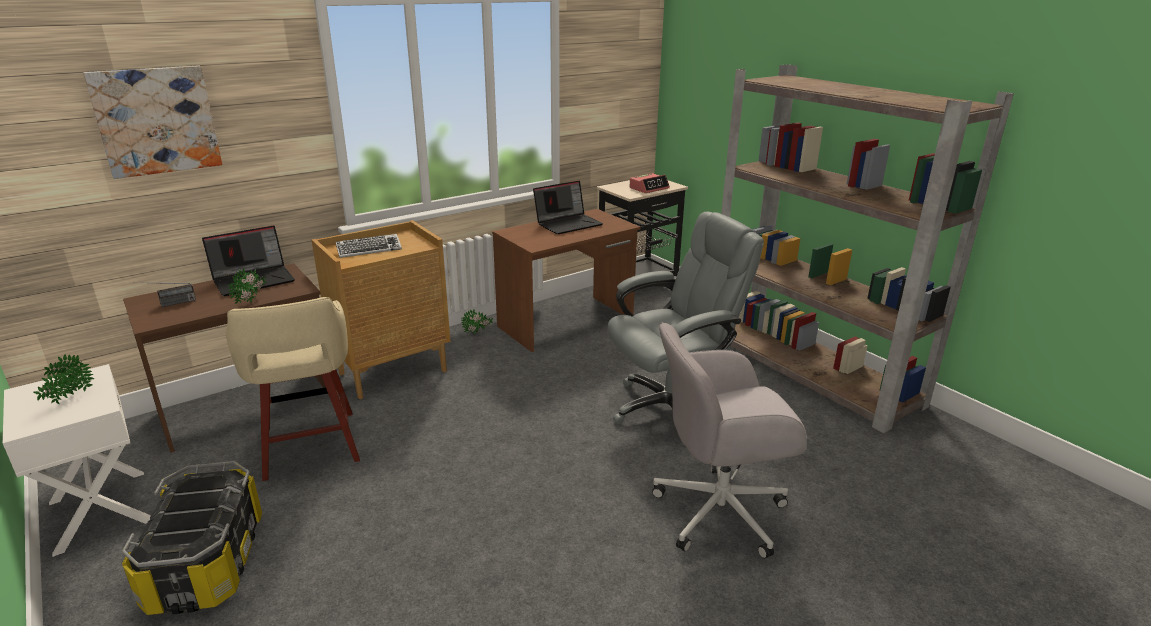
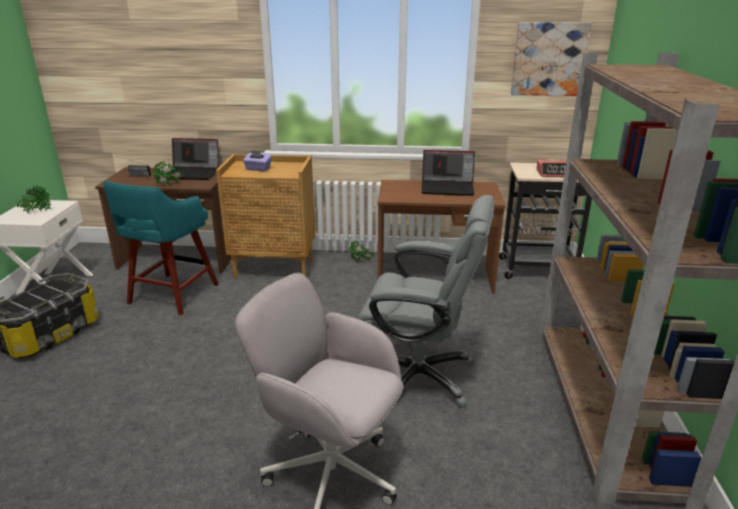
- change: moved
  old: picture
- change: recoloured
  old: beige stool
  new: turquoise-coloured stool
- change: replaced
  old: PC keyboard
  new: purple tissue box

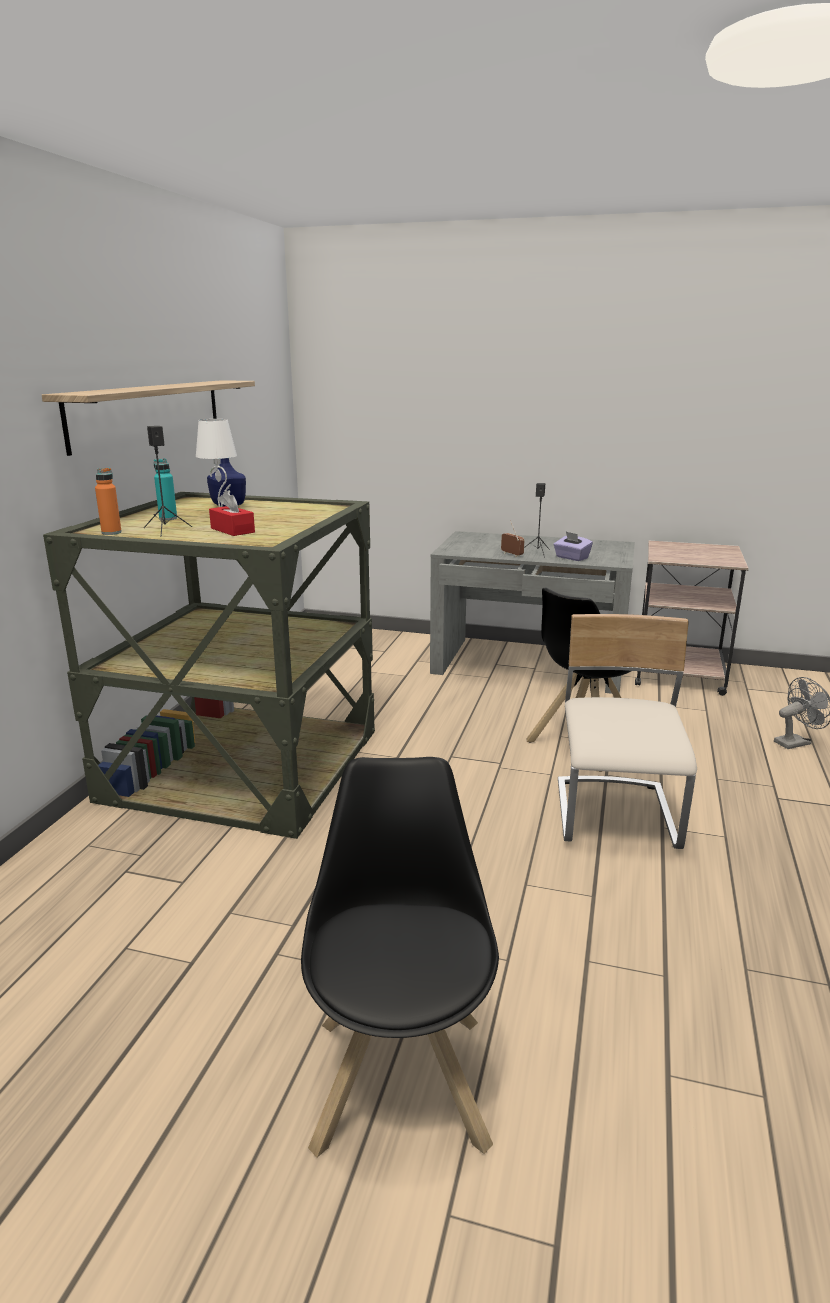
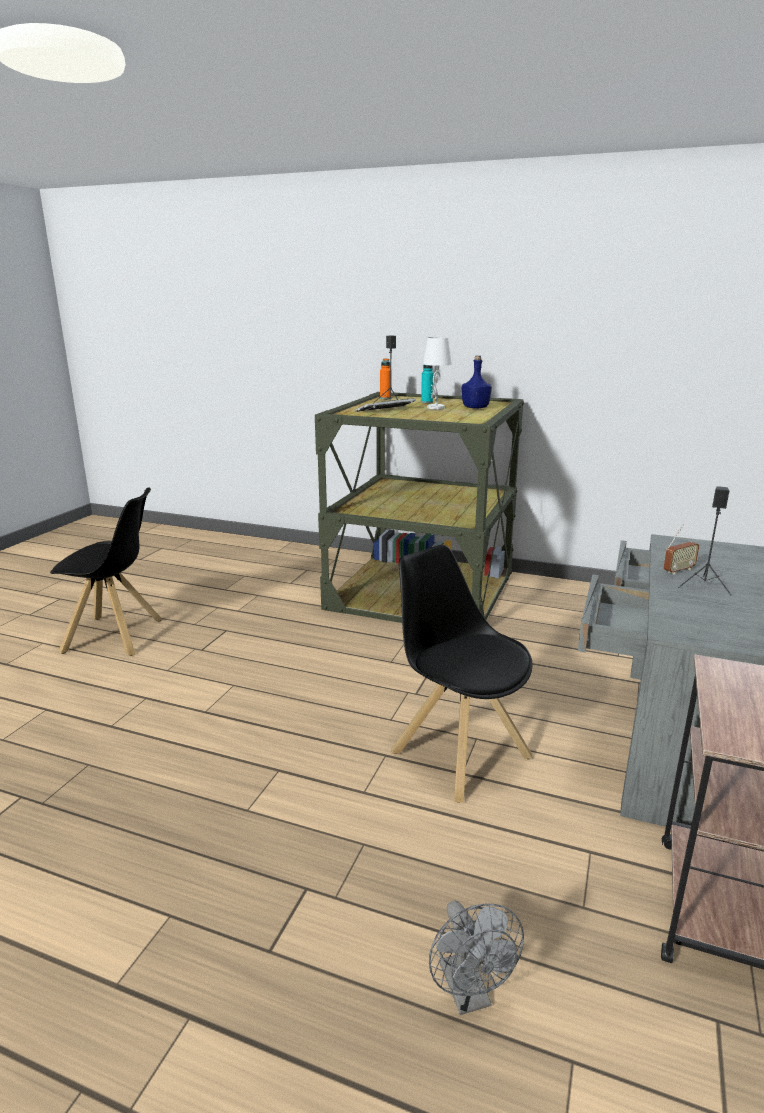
- change: removed
  old: wall shelf
- change: replaced
  old: red tissue box
  new: PC keyboard
- change: removed
  old: purple tissue box
- change: removed
  old: beige plain chair

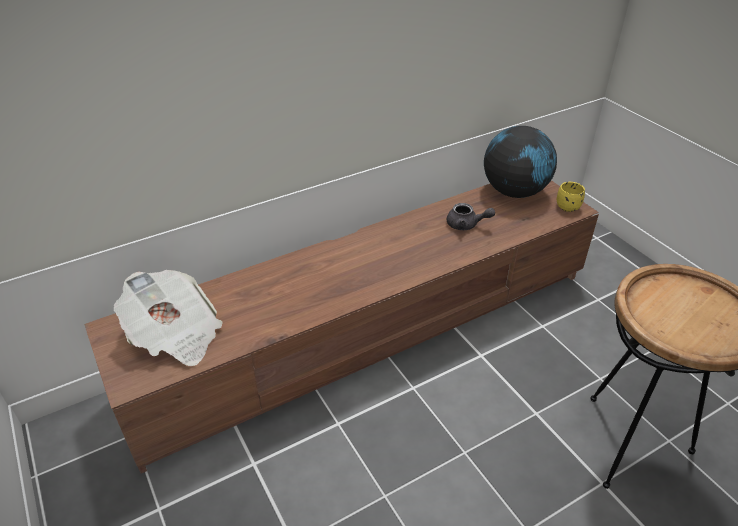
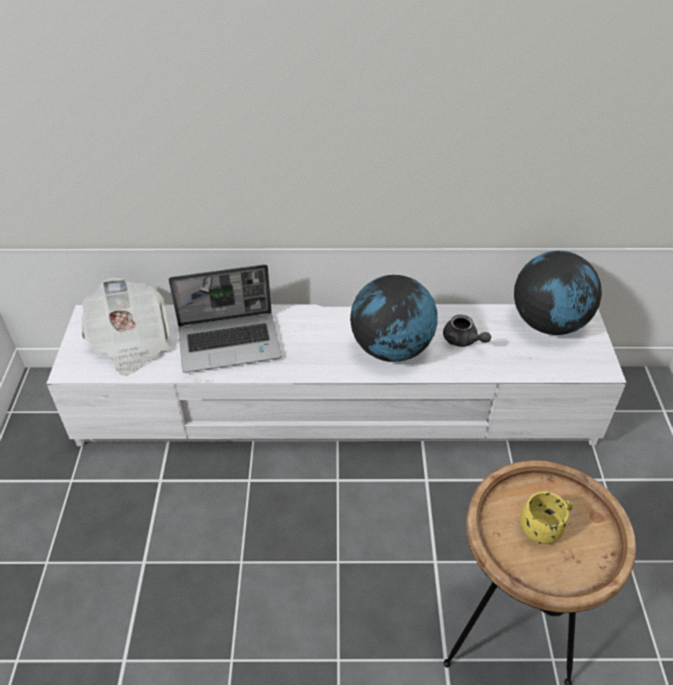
- change: recoloured
  old: brown-coloured tv stand
  new: white-coloured tv stand
- change: moved
  old: yellowish coffee mug
- change: added
  new: portable computer
- change: added
  new: world globe (1st from left)

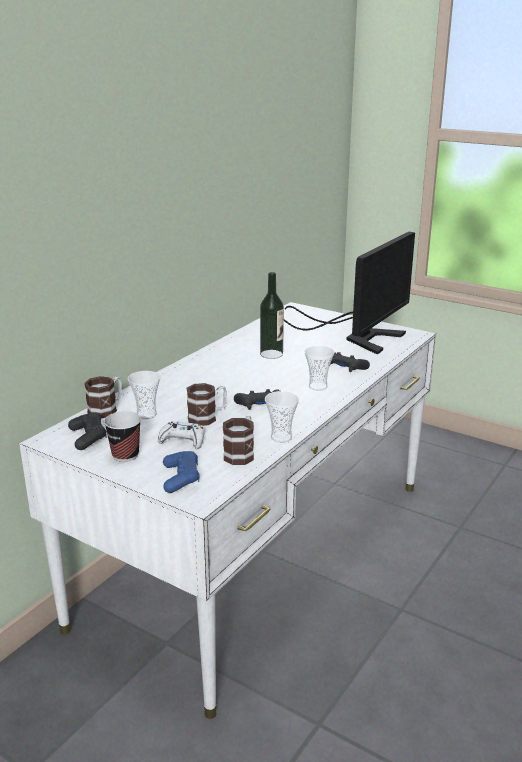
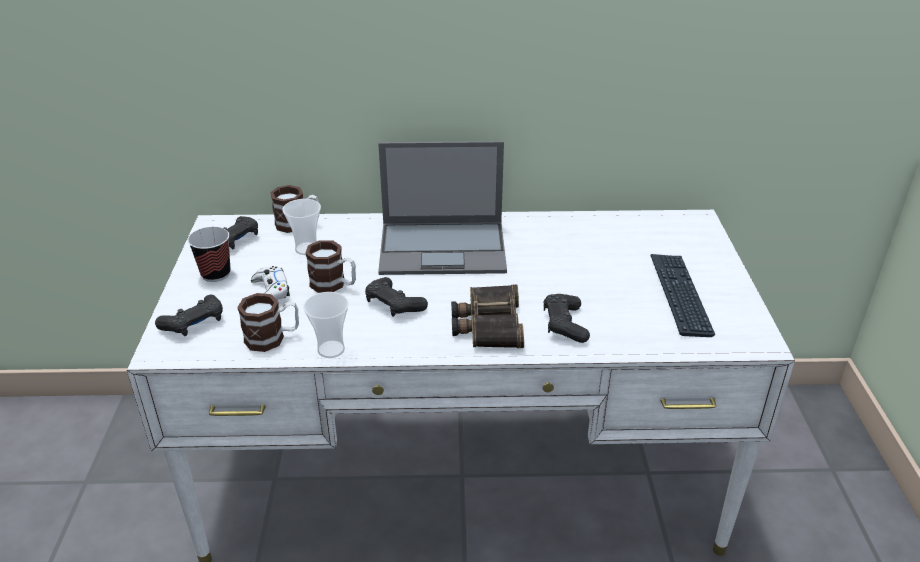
- change: recoloured
  old: bluish gamepad
  new: black-coloured gamepad (1st from left)
- change: removed
  old: bottle
- change: replaced
  old: monitor
  new: PC keyboard
- change: replaced
  old: small cup (4th from left)
  new: pair of binoculars
- change: added
  new: portable computer

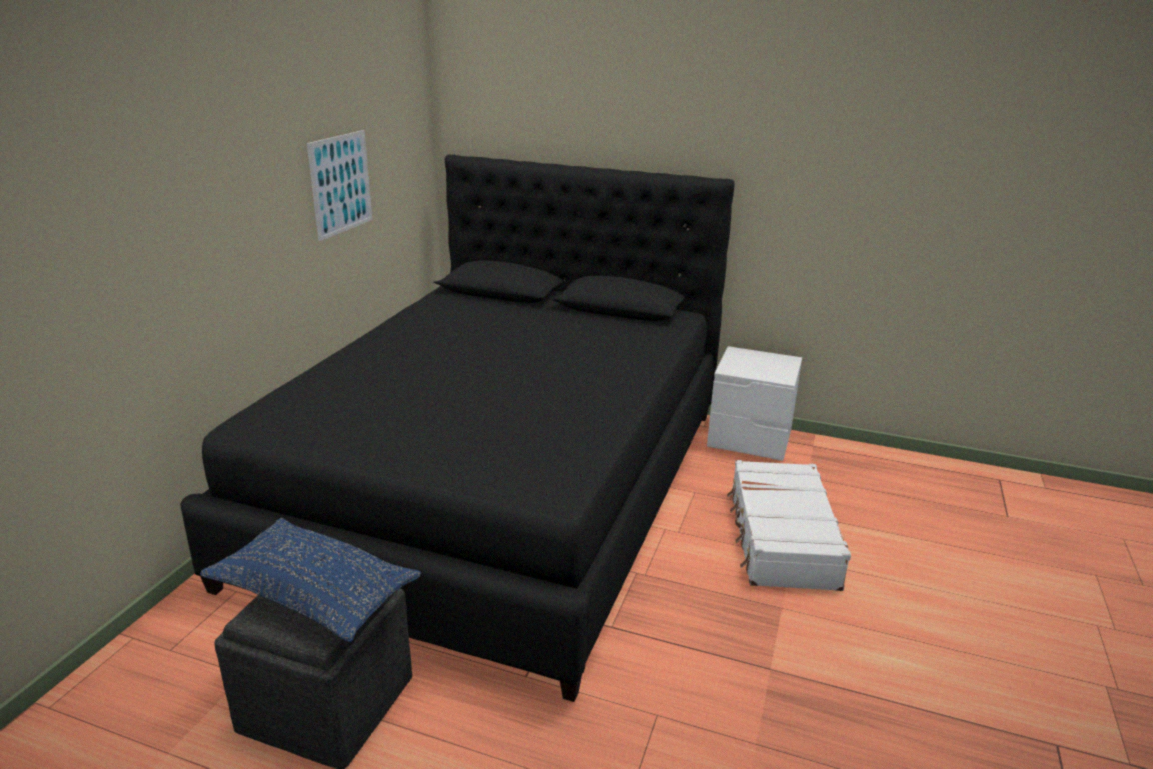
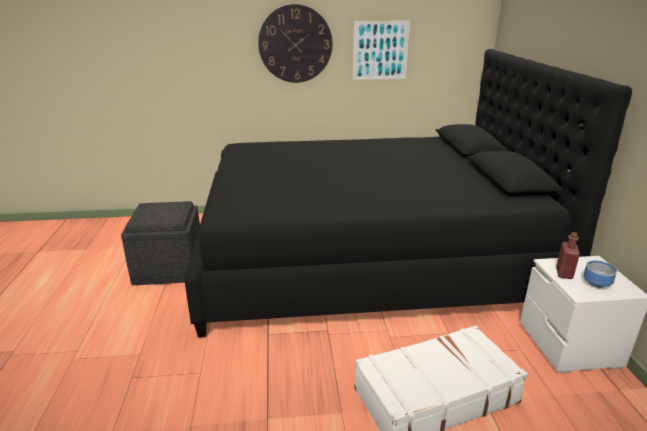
- change: removed
  old: bluish pillow
- change: added
  new: clock on the wall
- change: added
  new: red bottle
- change: added
  new: deep dish

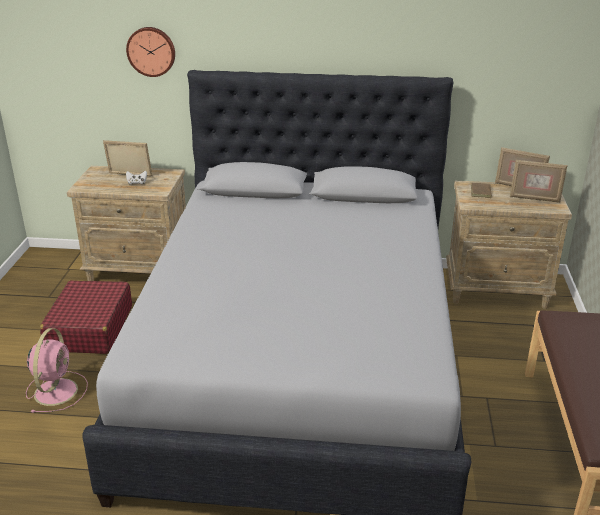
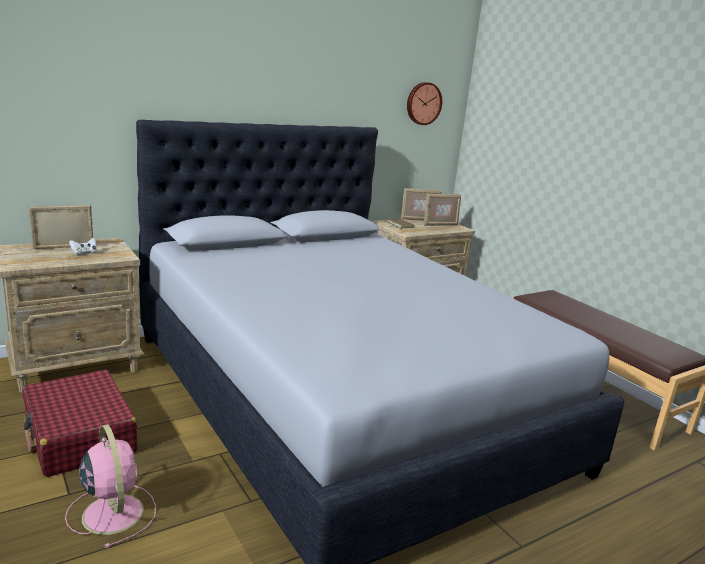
- change: moved
  old: clock on the wall

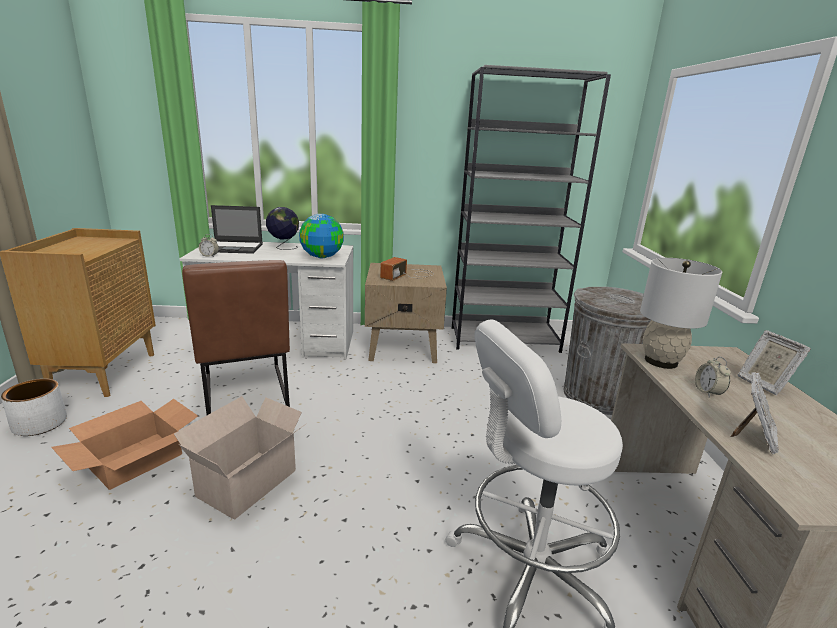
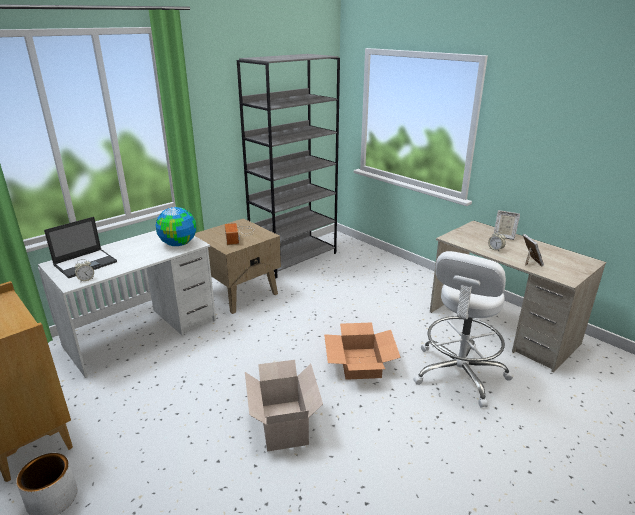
- change: moved
  old: carton (1st from left in the first image)
  new: carton (2nd from left)
- change: removed
  old: brown-coloured plain chair
- change: removed
  old: world globe (1st from left)
- change: removed
  old: greyish trash can
- change: removed
  old: white-coloured lamp for a table

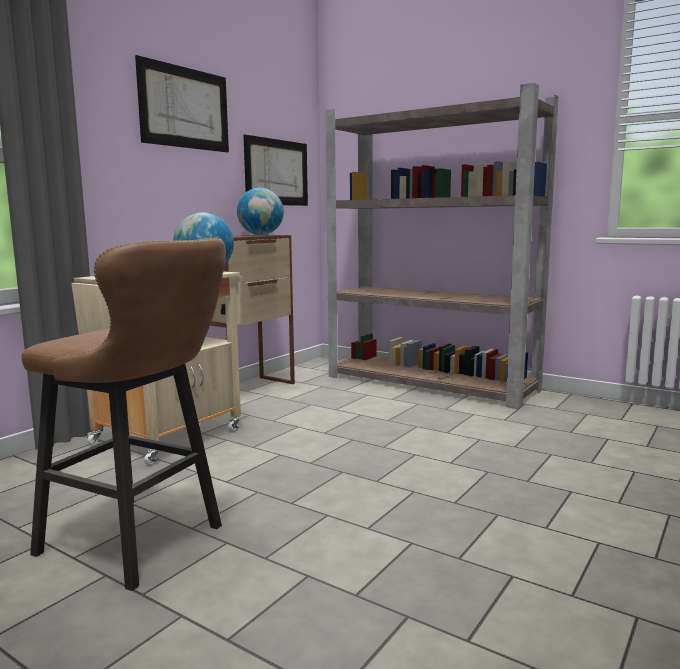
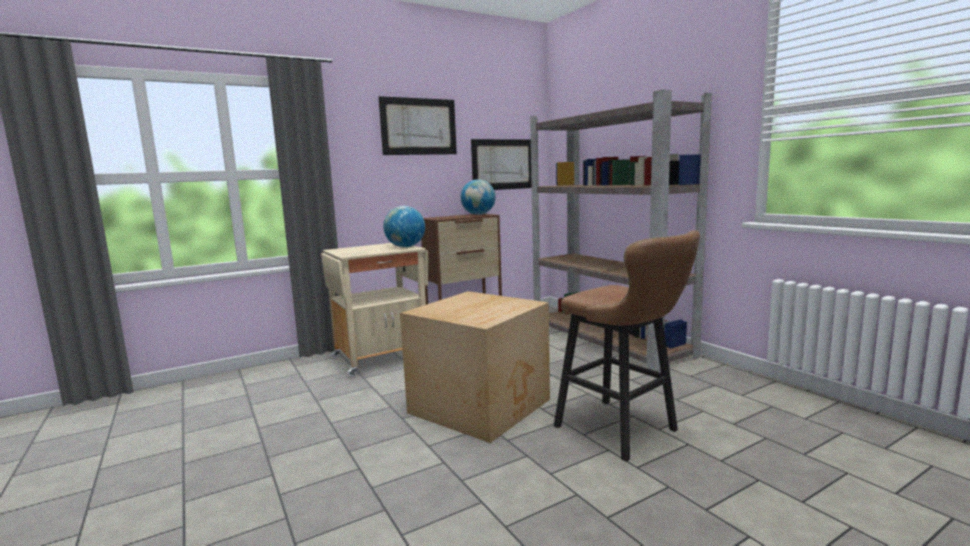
- change: moved
  old: brown-coloured stool
- change: added
  new: carton

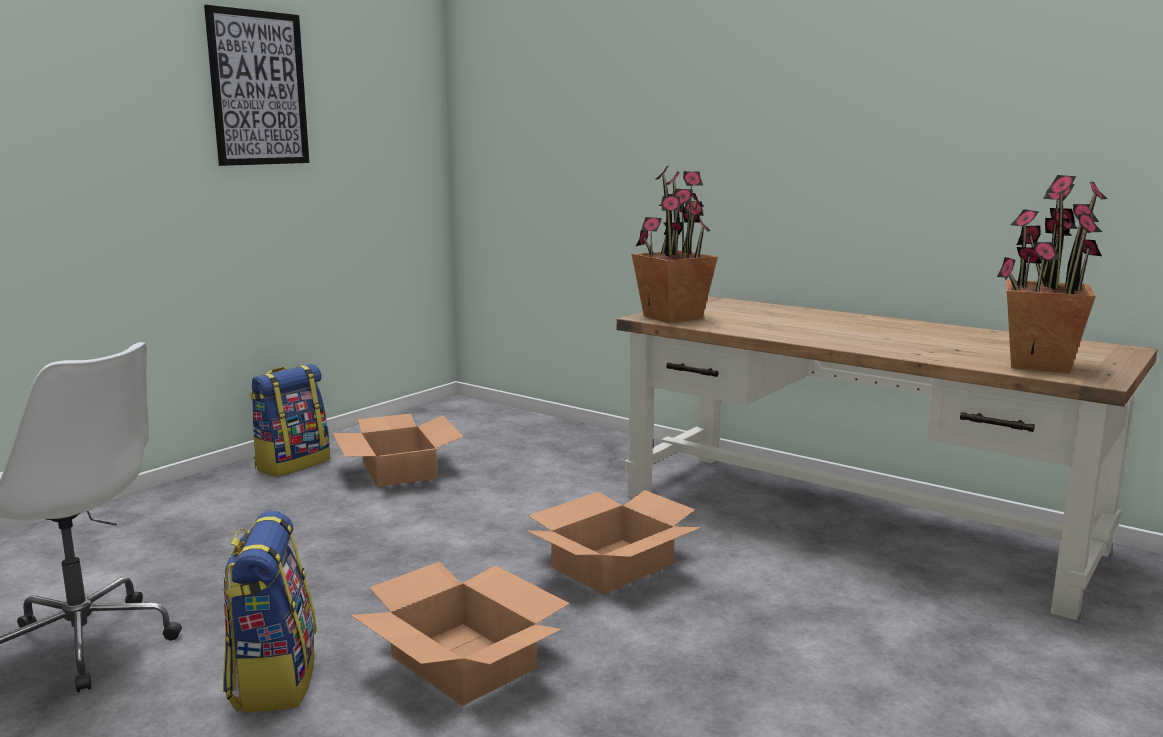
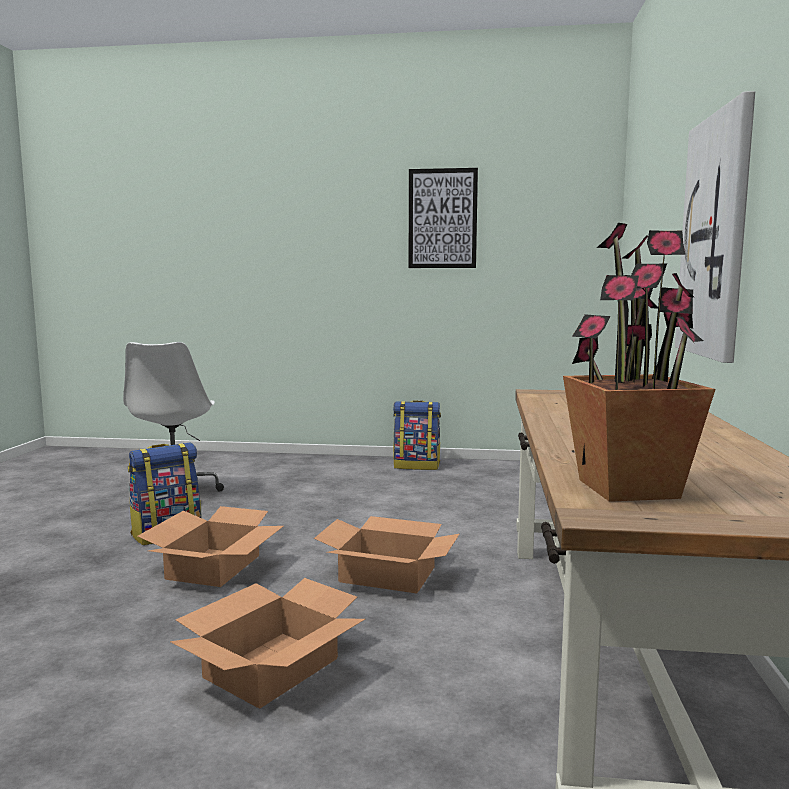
- change: moved
  old: carton (1st from left in the first image)
  new: carton (2nd from left)
- change: removed
  old: houseplant (1st from left)
- change: added
  new: picture (2nd from left)

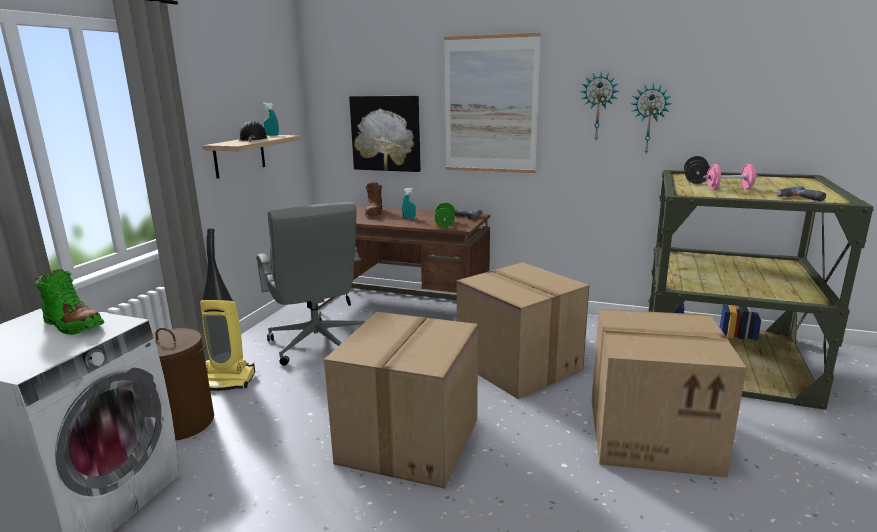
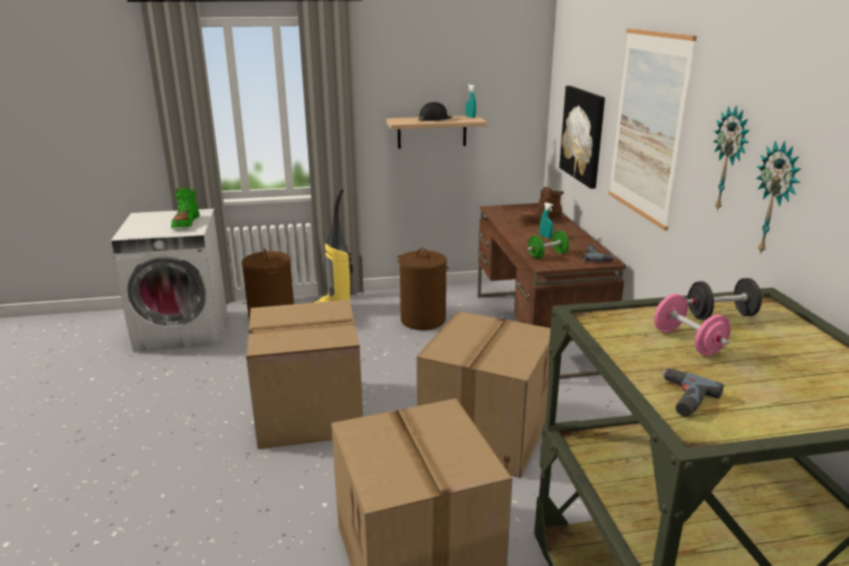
- change: replaced
  old: greyish computer chair
  new: brown-coloured hamper (2nd from left)

